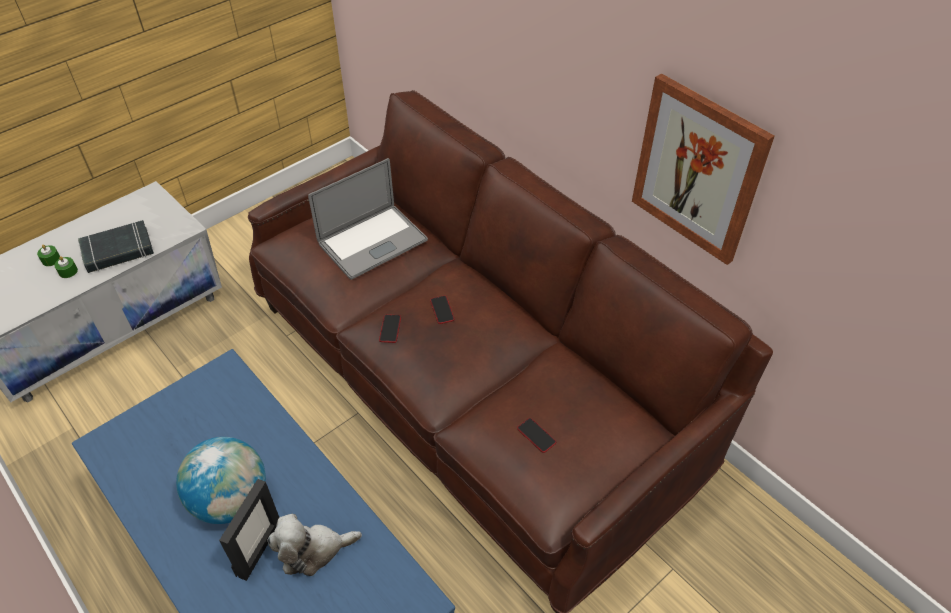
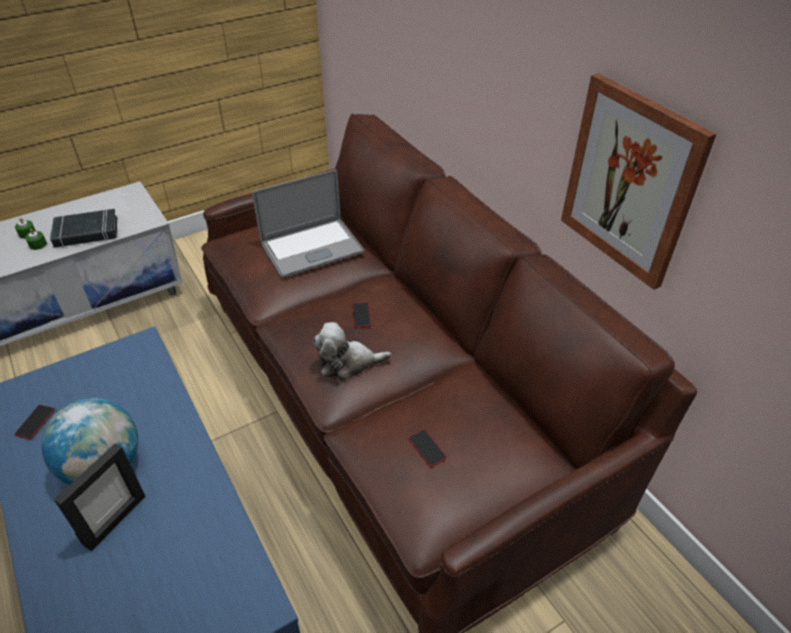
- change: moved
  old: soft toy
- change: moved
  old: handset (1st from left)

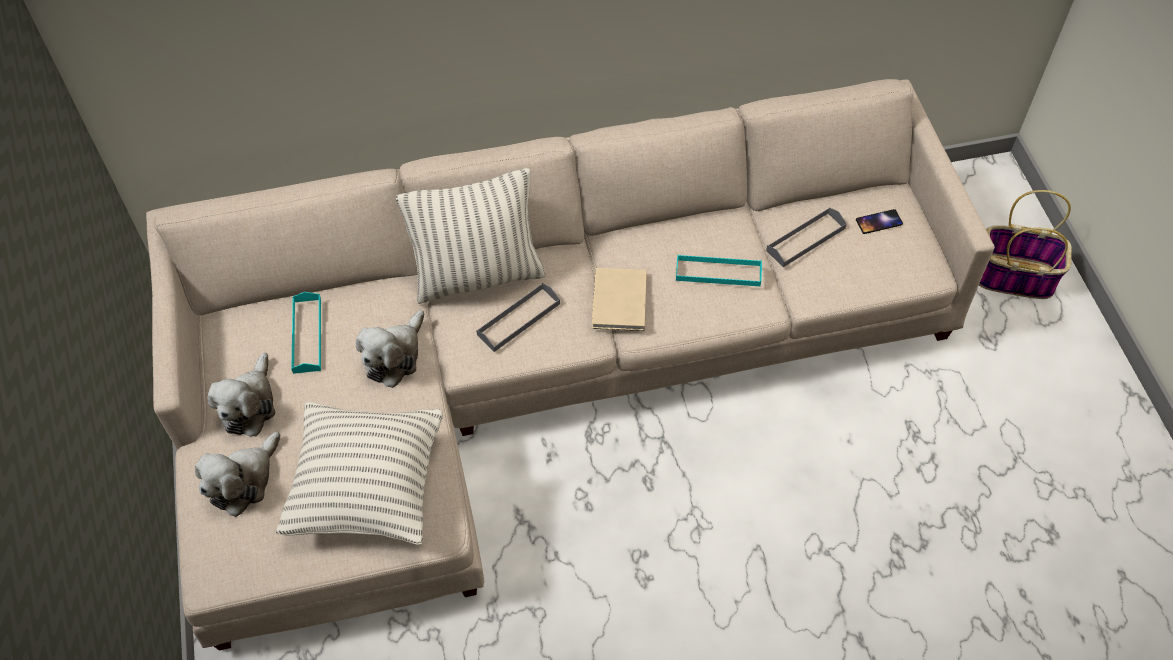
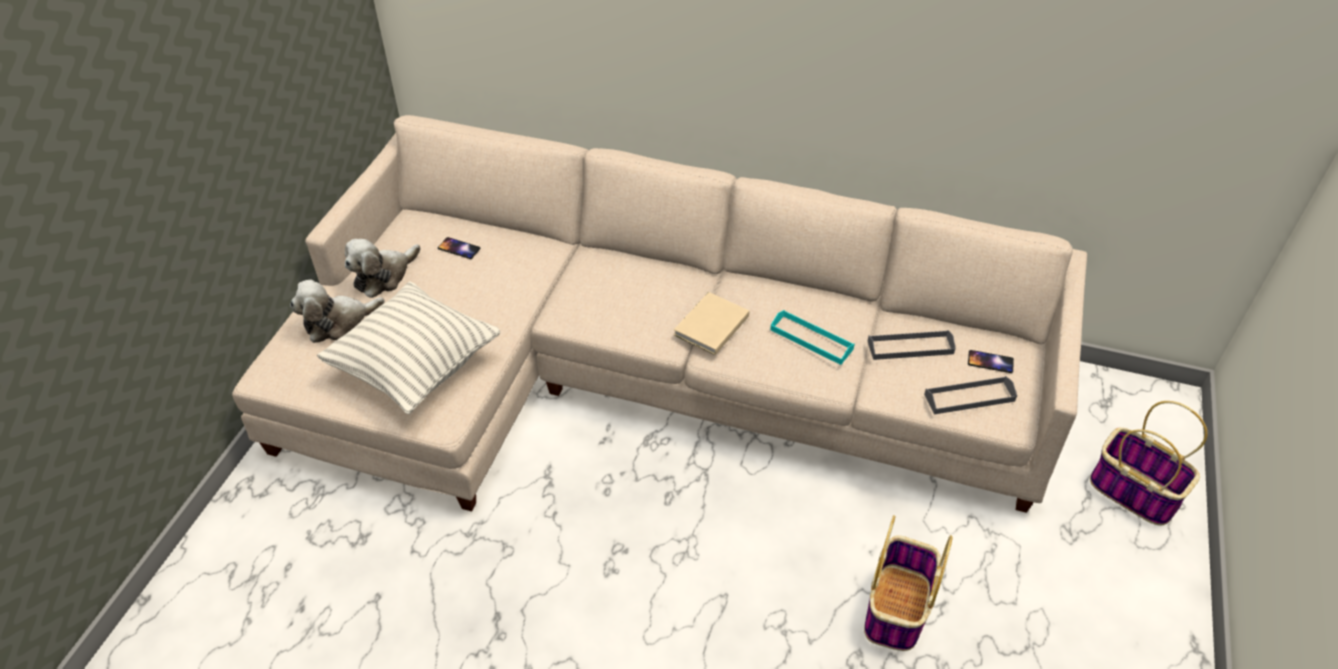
- change: replaced
  old: turquoise-coloured tray (1st from left)
  new: handset (1st from left)
- change: removed
  old: soft toy (3rd from left)
- change: removed
  old: pillow (2nd from left)
- change: moved
  old: greyish tray (1st from left in the first image)
  new: greyish tray (2nd from left)
- change: added
  new: household basket (1st from left)

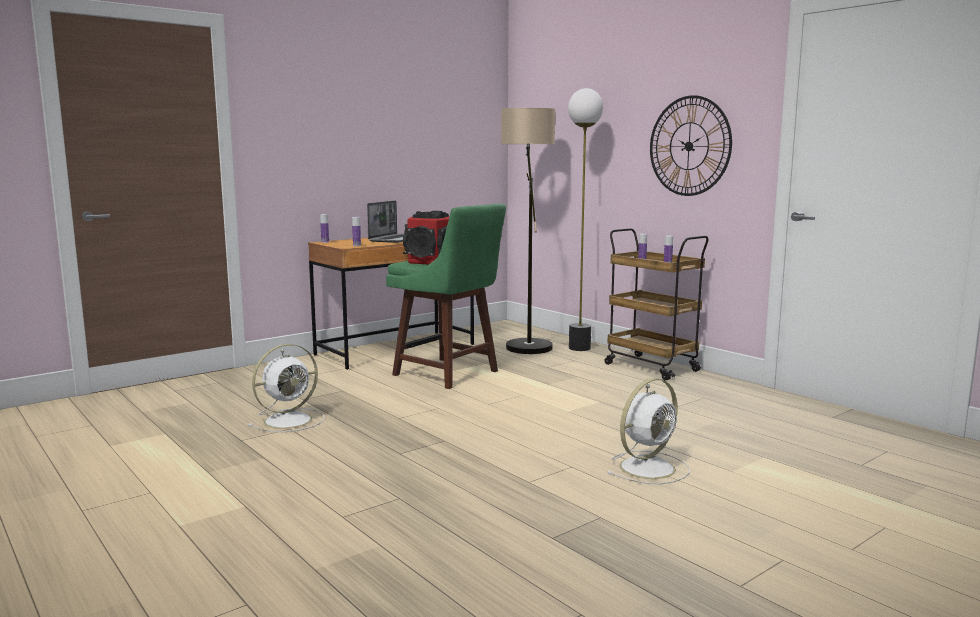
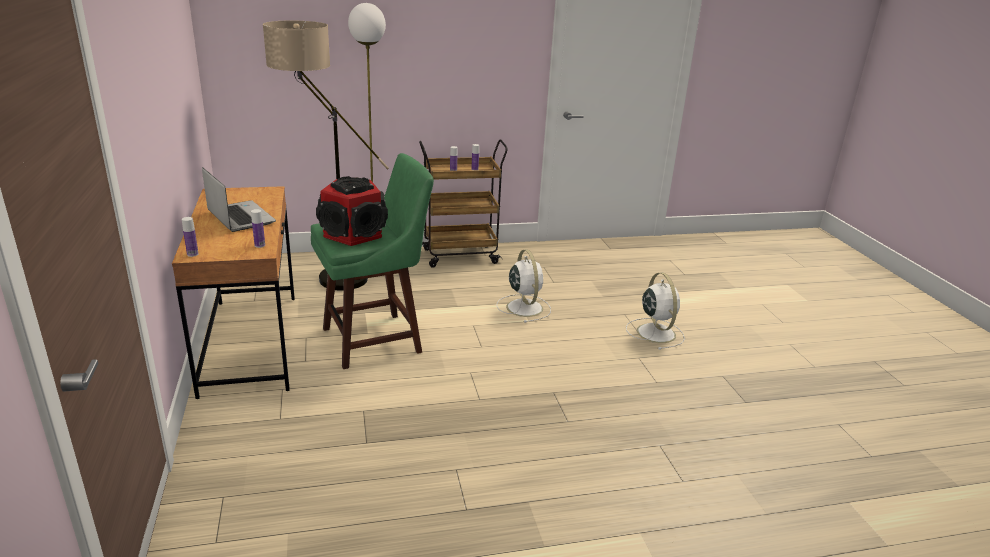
- change: moved
  old: white-coloured cooling fan (1st from left)
- change: removed
  old: clock on the wall

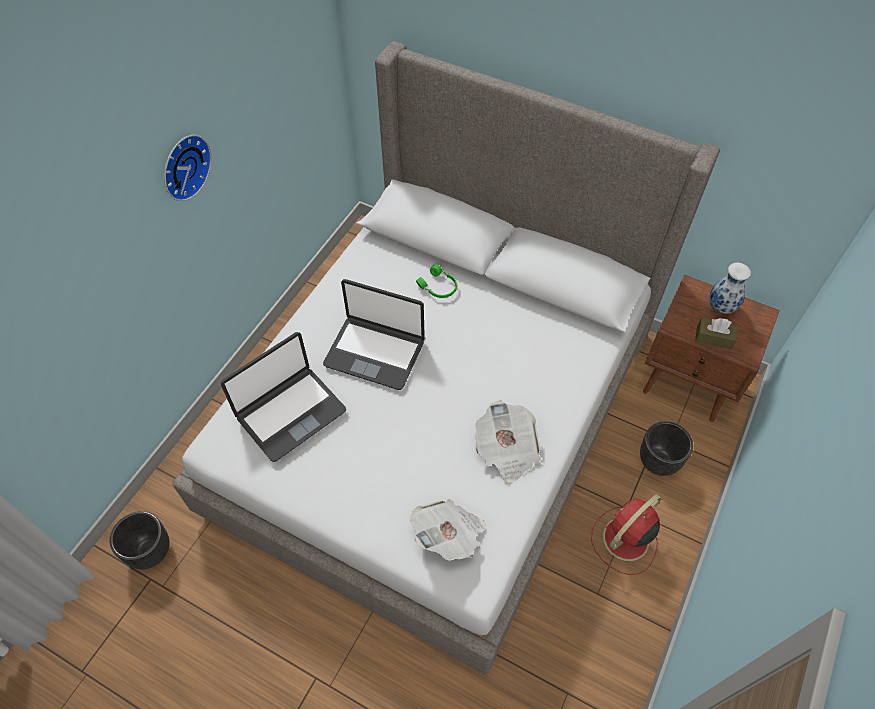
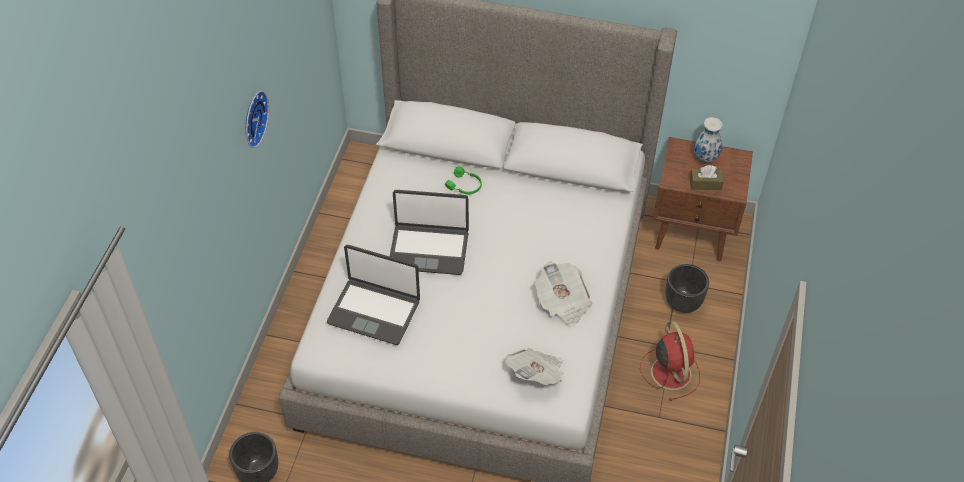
- change: turned
  old: portable computer (1st from left)
  degrees: 75
- change: turned
  old: red cooling fan
  degrees: 135

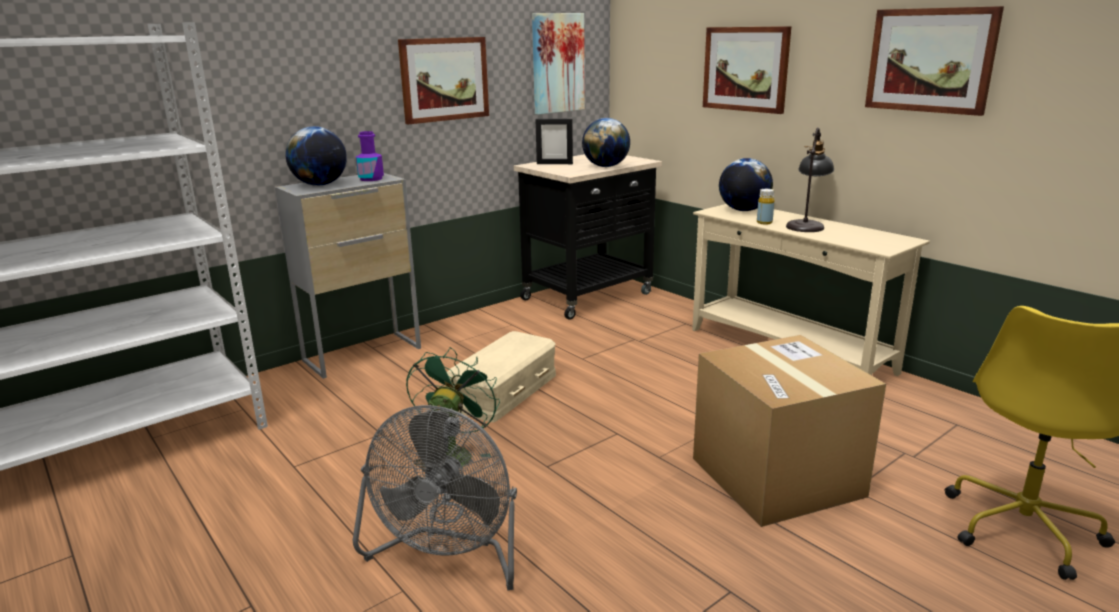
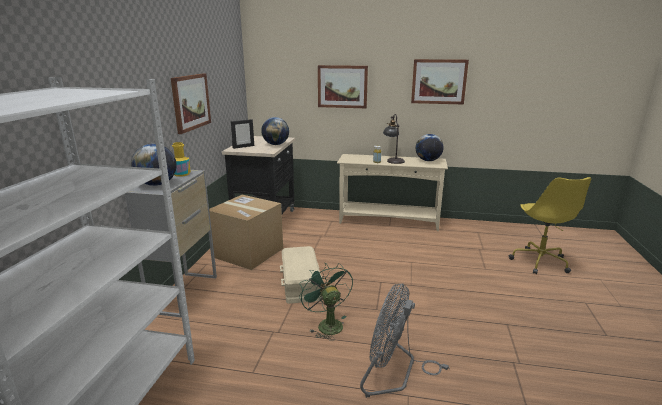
- change: turned
  old: greyish cooling fan
  degrees: 135
- change: recoloured
  old: purple bottle
  new: yellowish bottle (1st from left)
- change: removed
  old: picture (2nd from left)
- change: moved
  old: carton
- change: moved
  old: world globe (3rd from left)

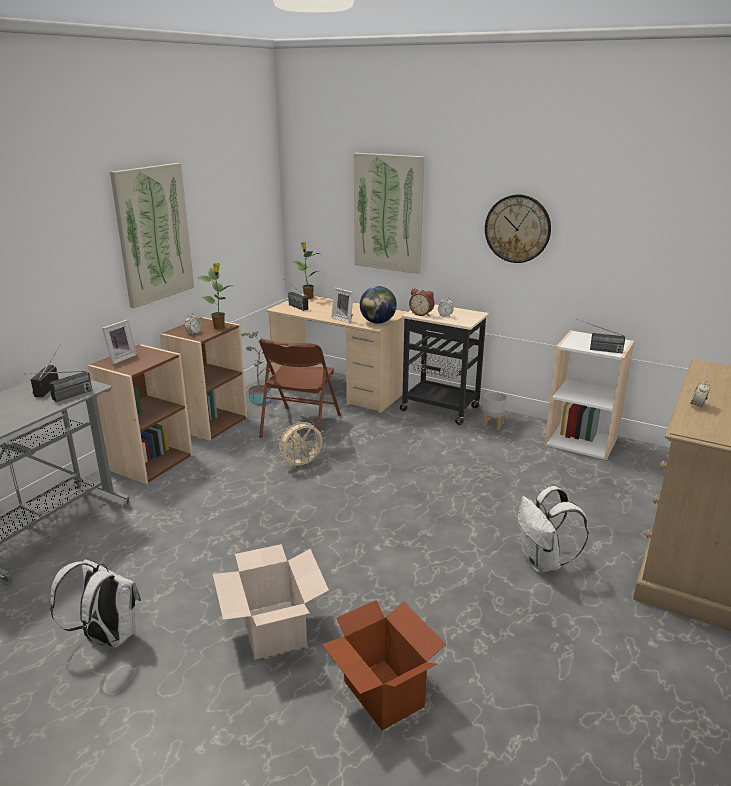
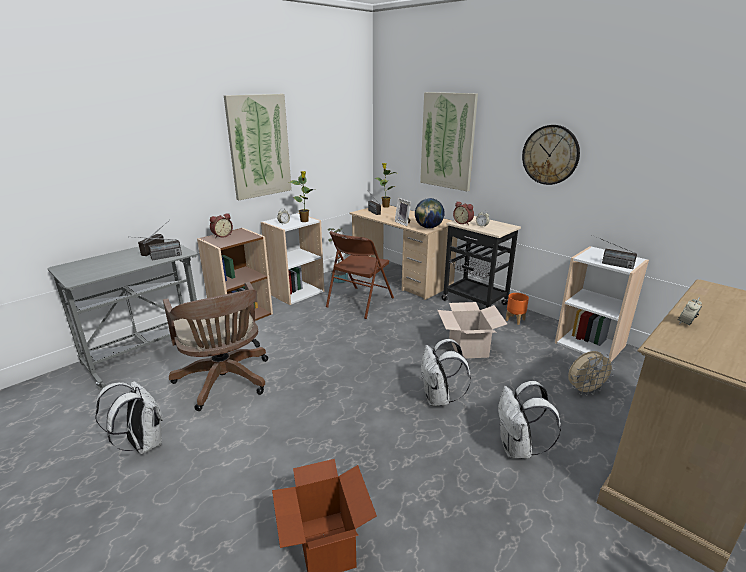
- change: replaced
  old: standing frame (1st from left)
  new: alarm clock (1st from left)
- change: recoloured
  old: brown-coloured bookshelf (2nd from left)
  new: white-coloured bookshelf (1st from left)
- change: moved
  old: carton (1st from left in the first image)
  new: carton (2nd from left)
- change: moved
  old: beige cooling fan
- change: recoloured
  old: greyish flower pot
  new: orangey flower pot
- change: added
  new: brown-coloured computer chair
- change: added
  new: white-coloured knapsack (2nd from left)

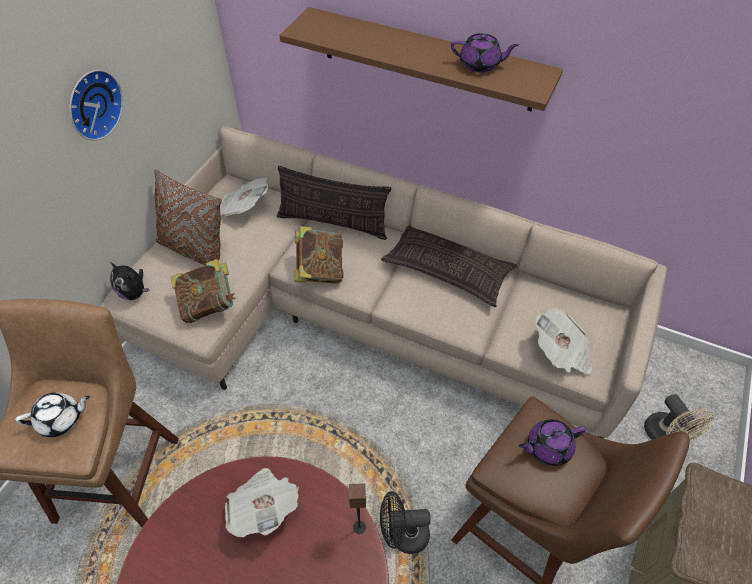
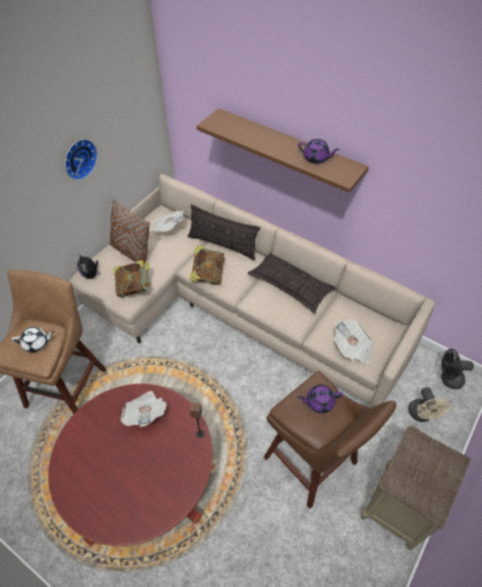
- change: moved
  old: black-coloured cooling fan

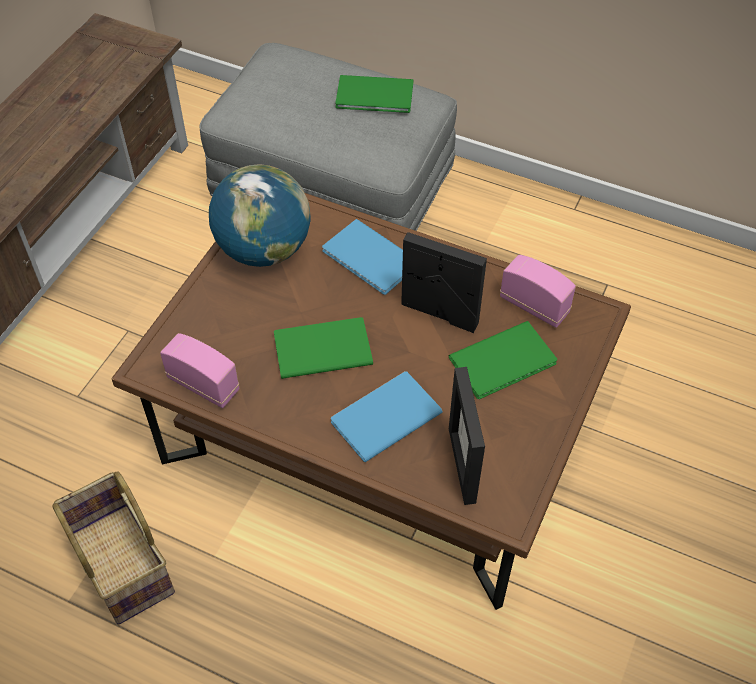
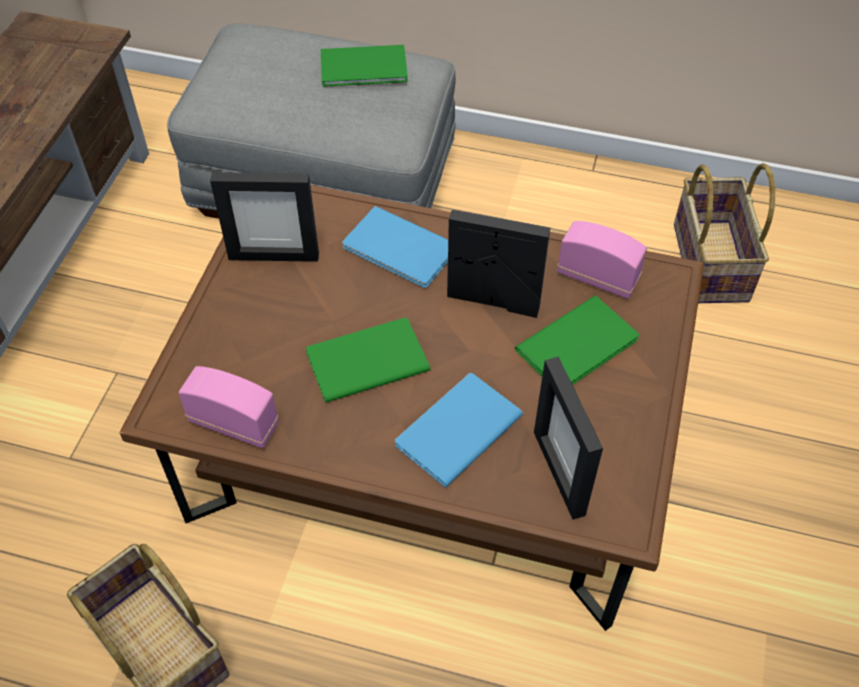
- change: replaced
  old: world globe
  new: standing frame (1st from left)
- change: added
  new: household basket (2nd from left)

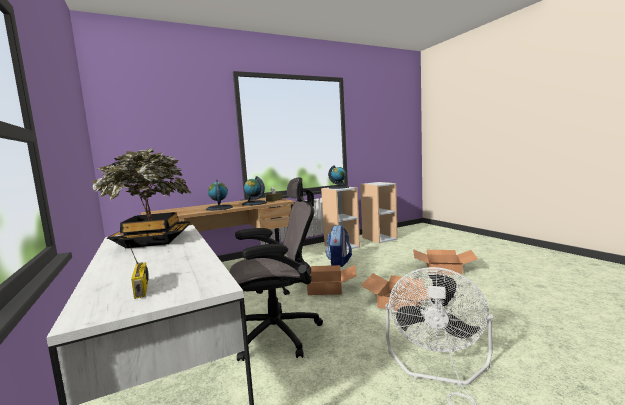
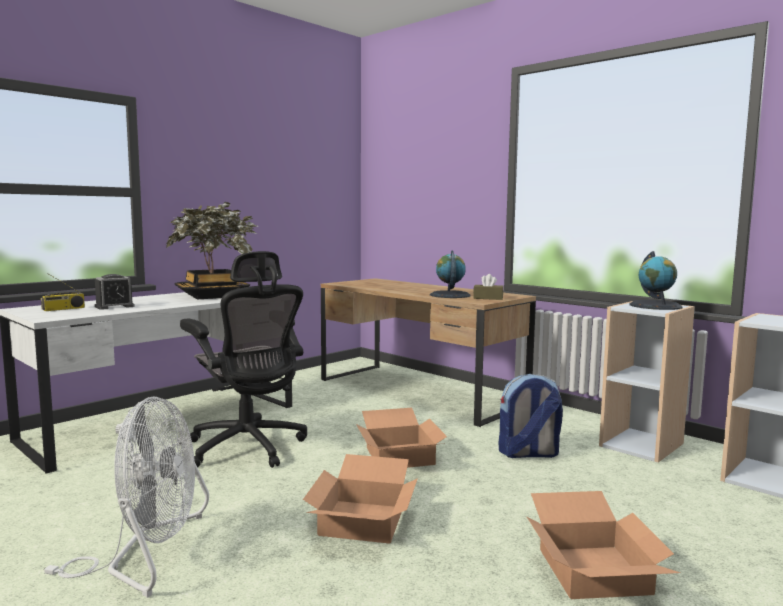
- change: removed
  old: world globe (1st from left)
- change: added
  new: alarm clock

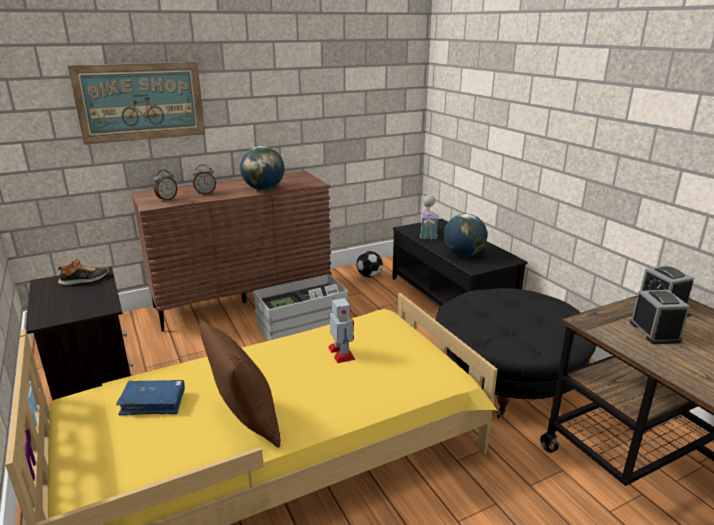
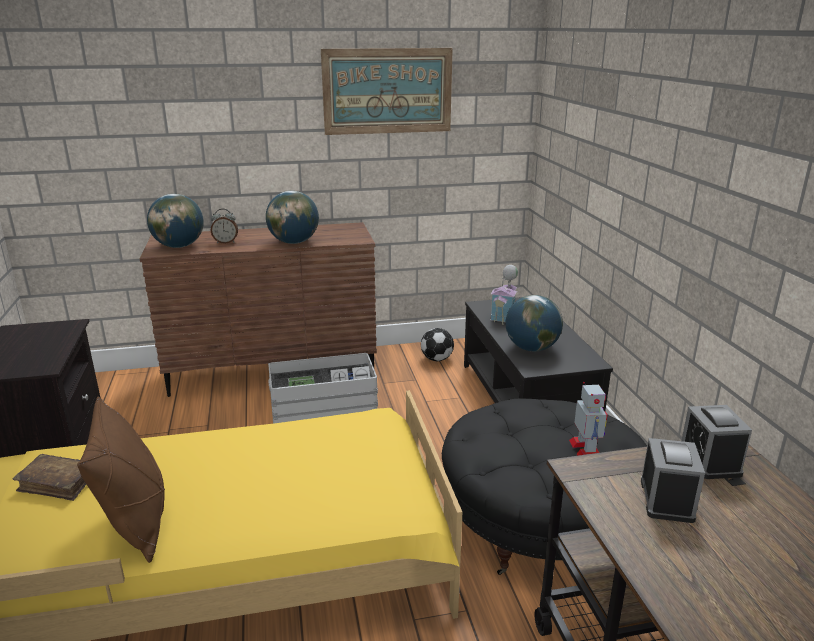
- change: removed
  old: shoe
- change: moved
  old: picture
- change: recoloured
  old: bluish volume
  new: brown-coloured volume
- change: replaced
  old: alarm clock (1st from left)
  new: world globe (1st from left)
- change: moved
  old: model robot

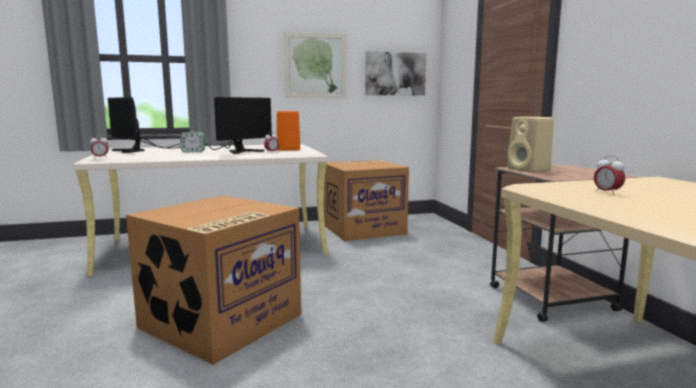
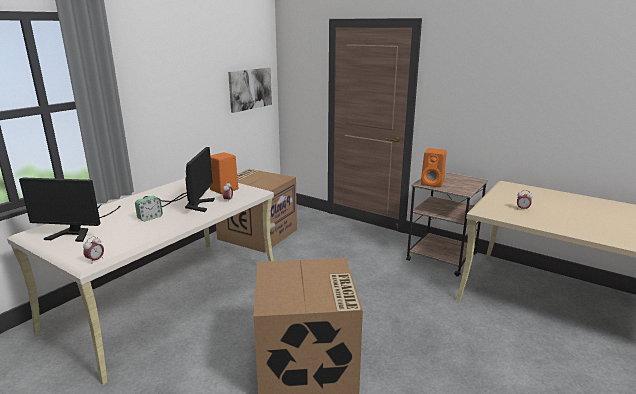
- change: removed
  old: picture (1st from left)
- change: recoloured
  old: beige loudspeaker
  new: orangey loudspeaker (2nd from left)

